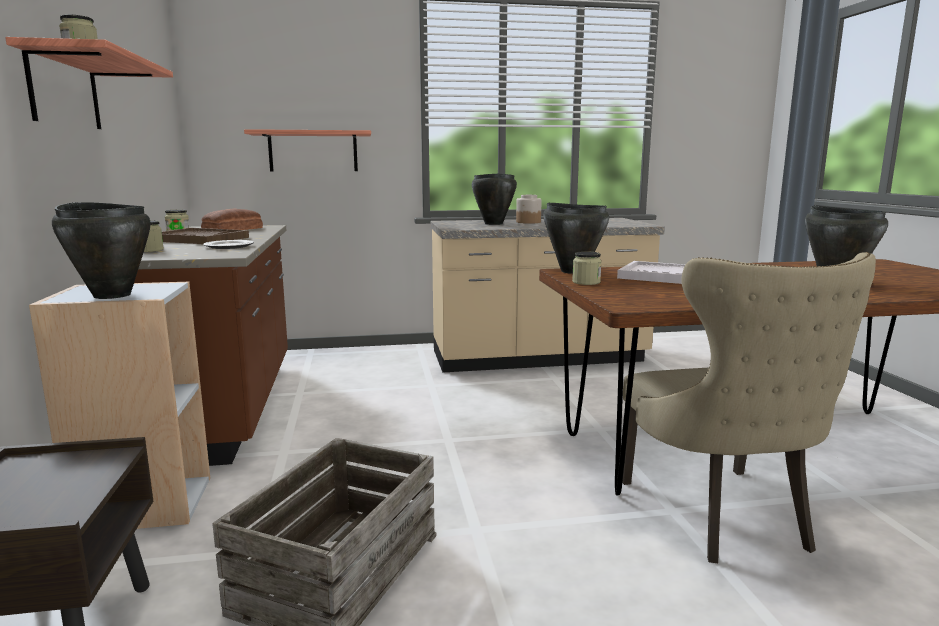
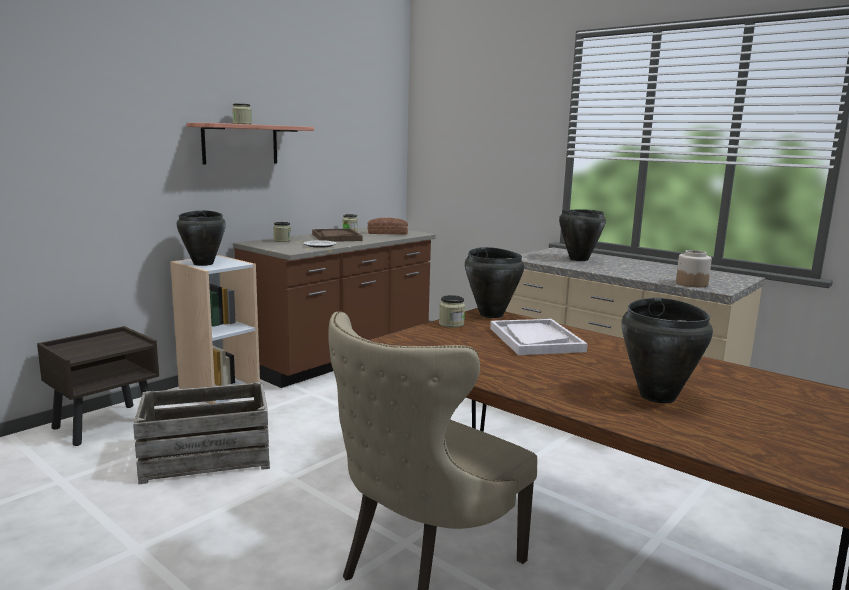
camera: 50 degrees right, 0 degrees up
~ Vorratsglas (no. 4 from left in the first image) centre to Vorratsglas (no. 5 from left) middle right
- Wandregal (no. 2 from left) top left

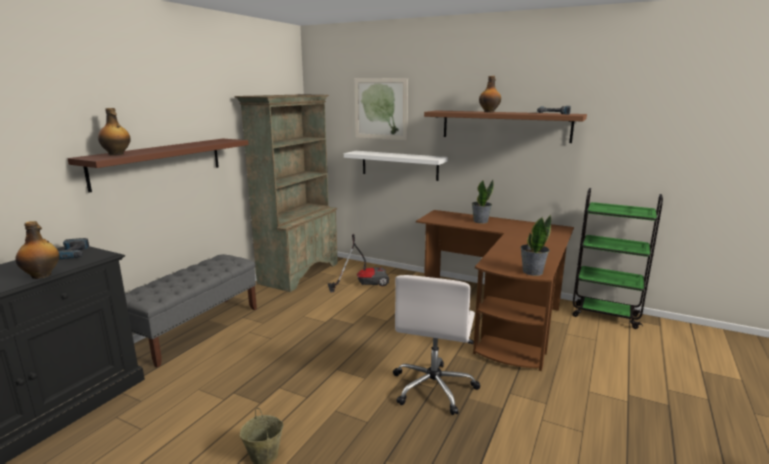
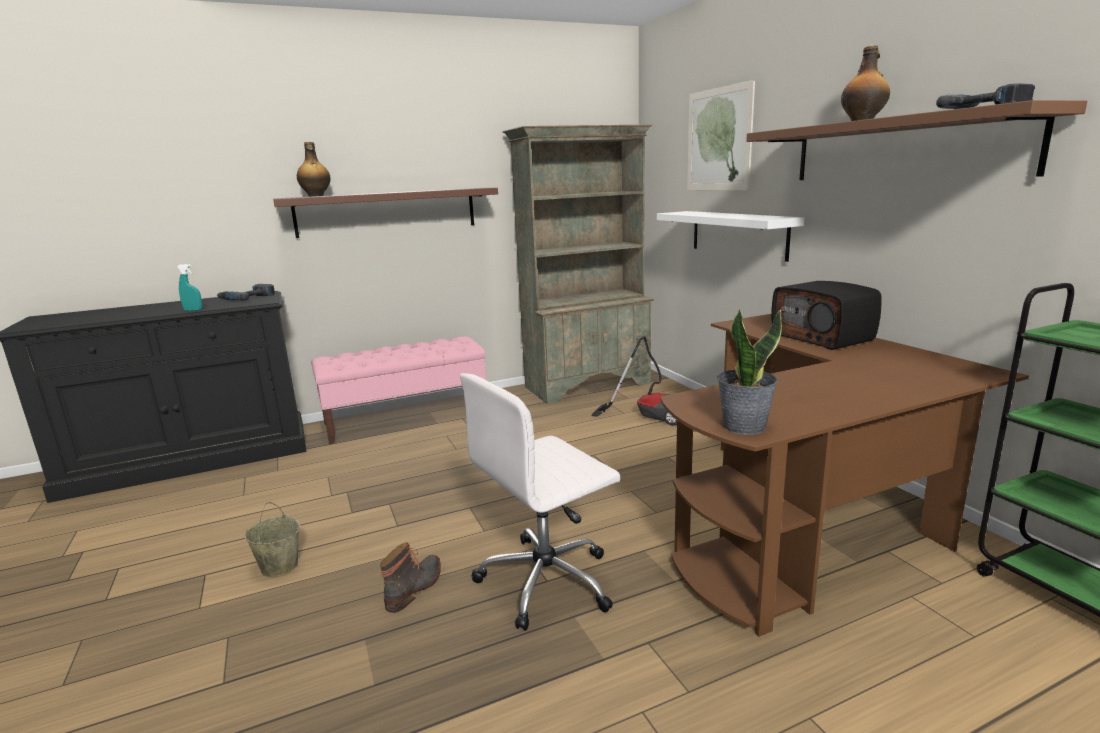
camera: 40 degrees right, 0 degrees up
~ Flasche (no. 1 from left) middle left to Sprühflasche [türkis] middle left
~ Bank [grau] bottom left to Bank [rosa] centre
+ Stiefel bottom centre
~ Topfpflanze (no. 1 from left) centre to Radio middle right

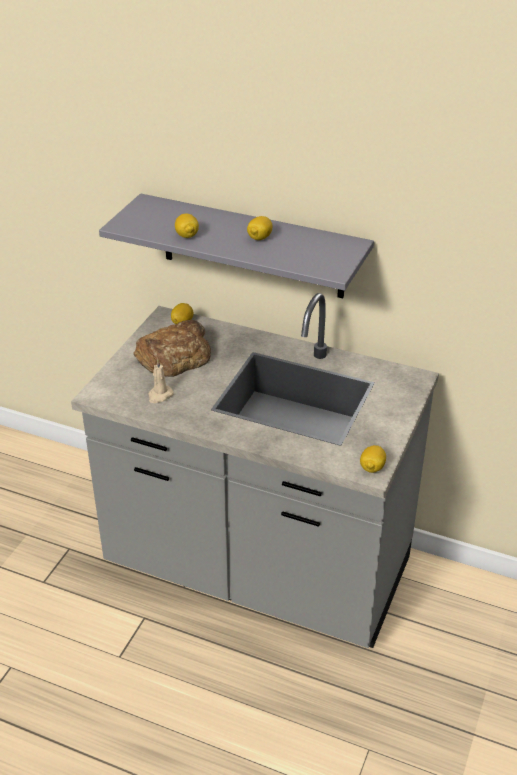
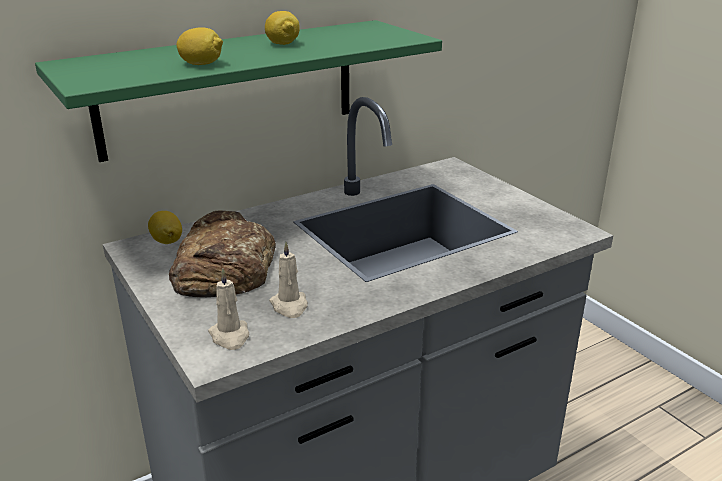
camera: 55 degrees left, 10 degrees down
~ Wandregal [grau] top centre to Wandregal [grün] top left
+ Kerze [beige] (no. 1 from left) middle left
- Zitrone (no. 4 from left) middle right

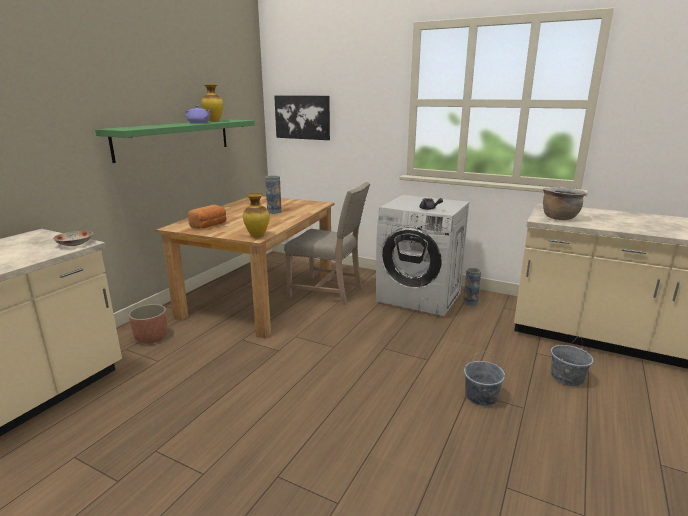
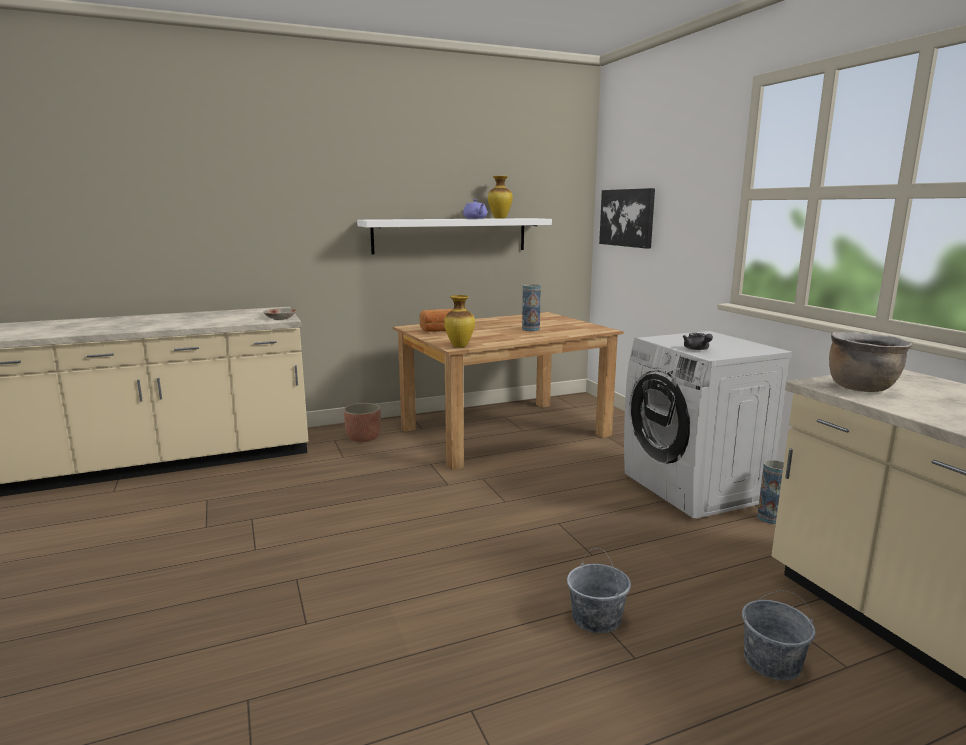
camera: 40 degrees right, 5 degrees down
~ Wandregal [grün] top left to Wandregal [weiß] top centre
- Stuhl [beige] centre

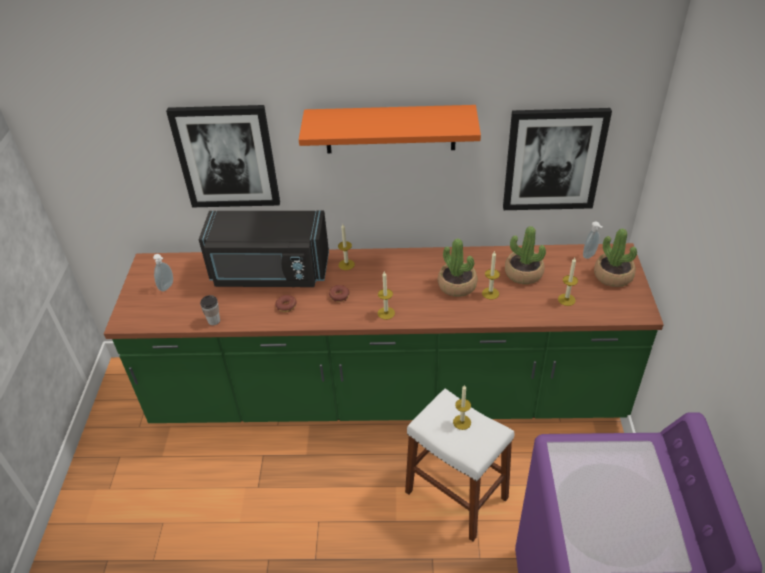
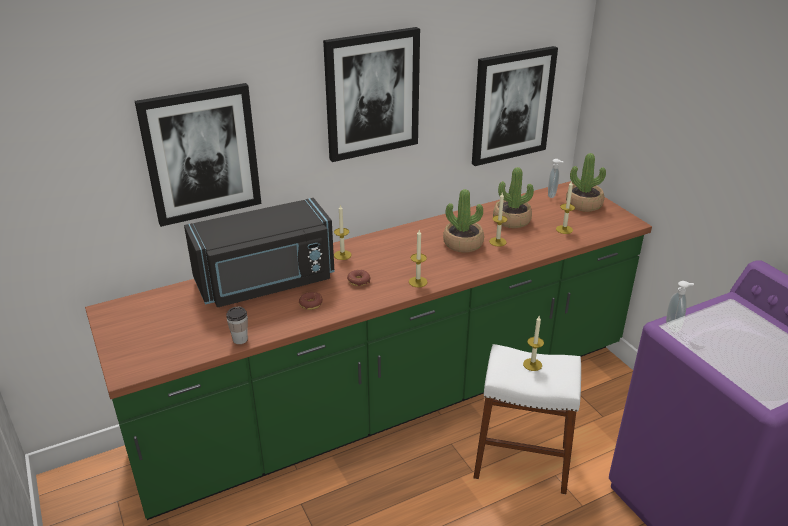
camera: 30 degrees left, 10 degrees down
~ Wandregal [orange] top centre to Bild (no. 2 from left) top centre
~ Seifenspender (no. 1 from left in the first image) middle left to Seifenspender (no. 2 from left) middle right

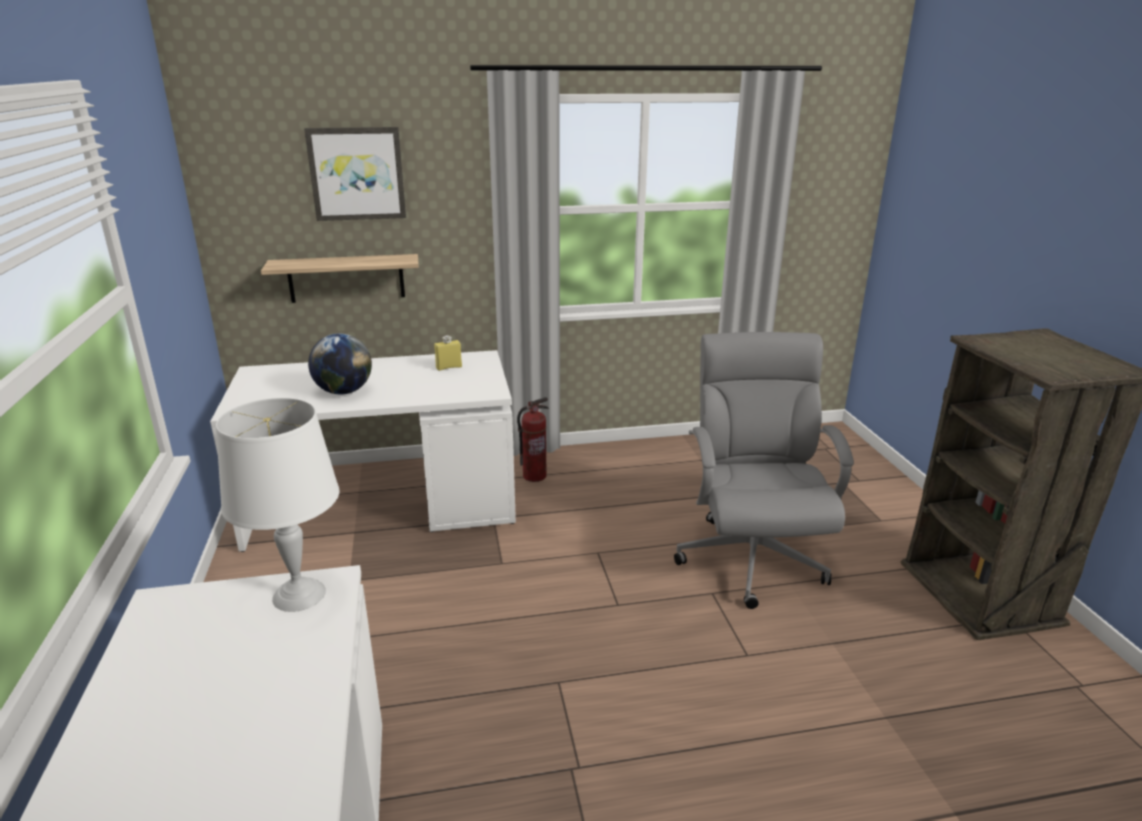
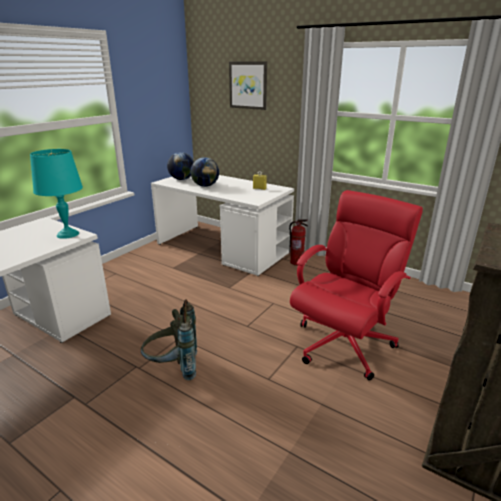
camera: 45 degrees right, 0 degrees up
~ Tischlampe [weiß] middle left to Tischlampe [türkis] middle left
+ Rucksack [grau] bottom centre
+ Globus (no. 1 from left) top centre
~ Bürostuhl [grau] middle right to Bürostuhl [rot] middle right
- Wandregal middle left

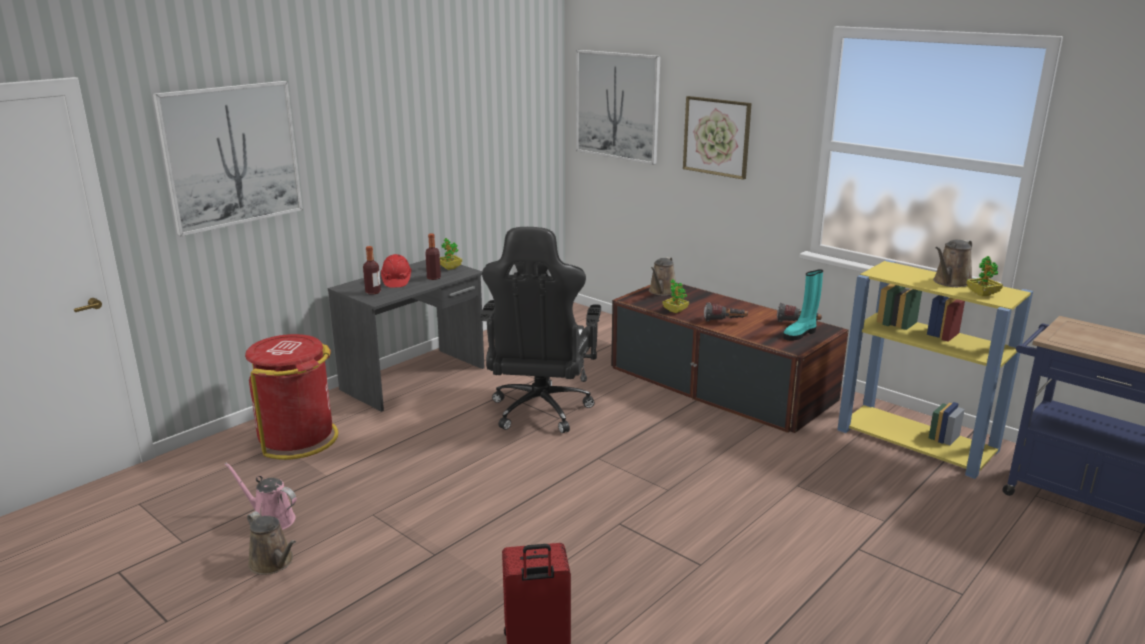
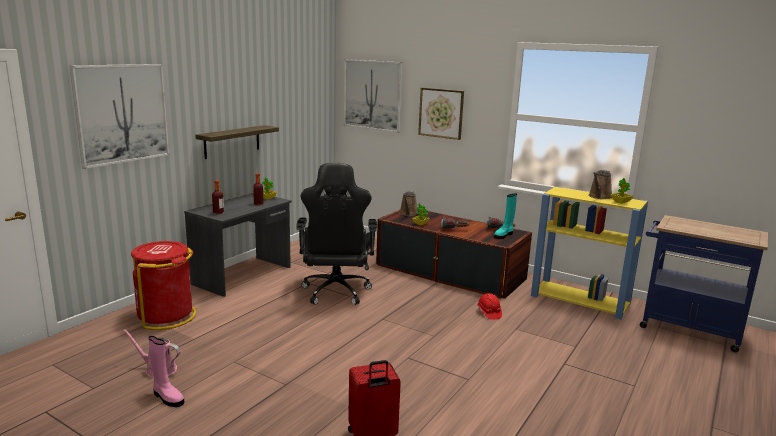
camera: 10 degrees left, 5 degrees down
~ Gießkanne [braun] (no. 1 from left) bottom left to Stiefel [rosa] bottom left
+ Wandregal top left
~ Schutzhelm [rot] centre to bottom centre

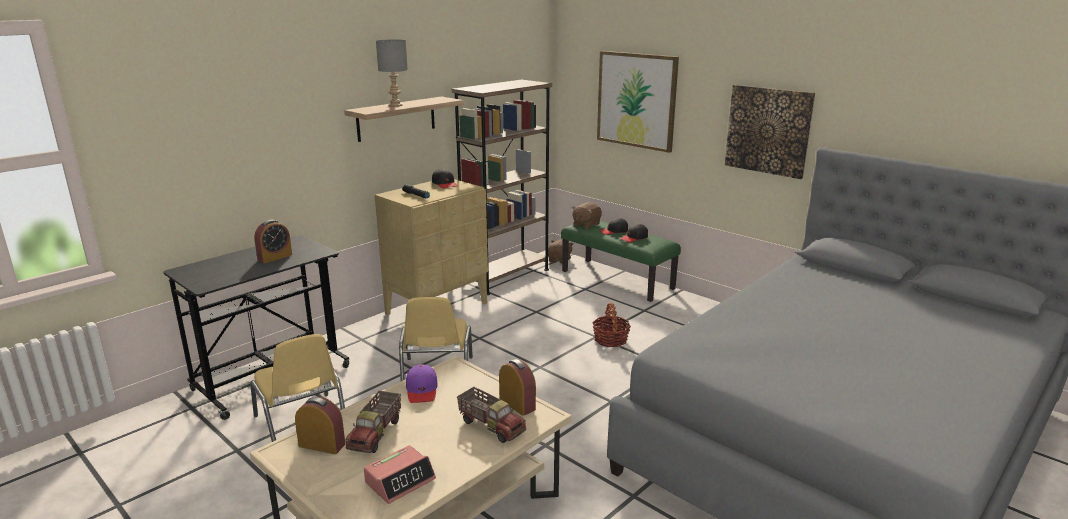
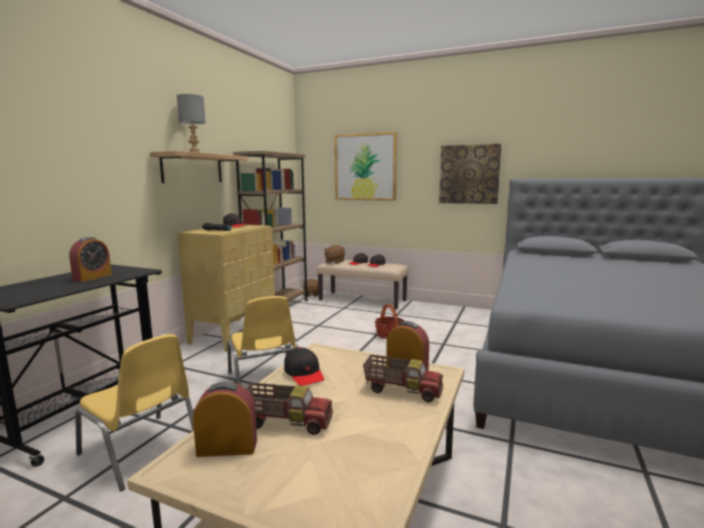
camera: 20 degrees left, 10 degrees down
~ Spielzeuglaster (no. 1 from left) bottom centre = bottom centre 75 degrees counterclockwise
~ Kappe [lila] bottom centre to Kappe [schwarz] (no. 2 from left) bottom centre
~ Bank [grün] centre to Bank [beige] centre
- Wecker (no. 3 from left) bottom centre

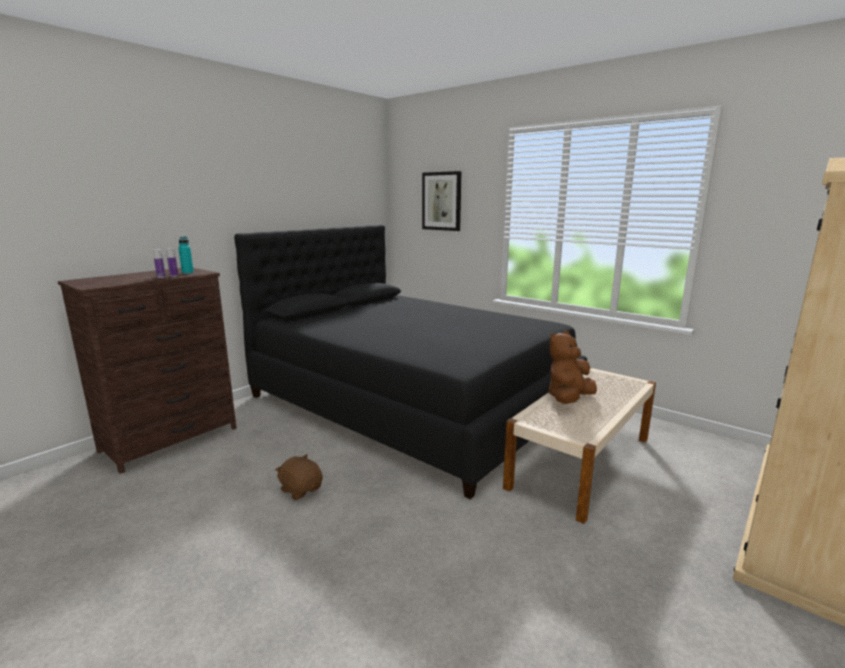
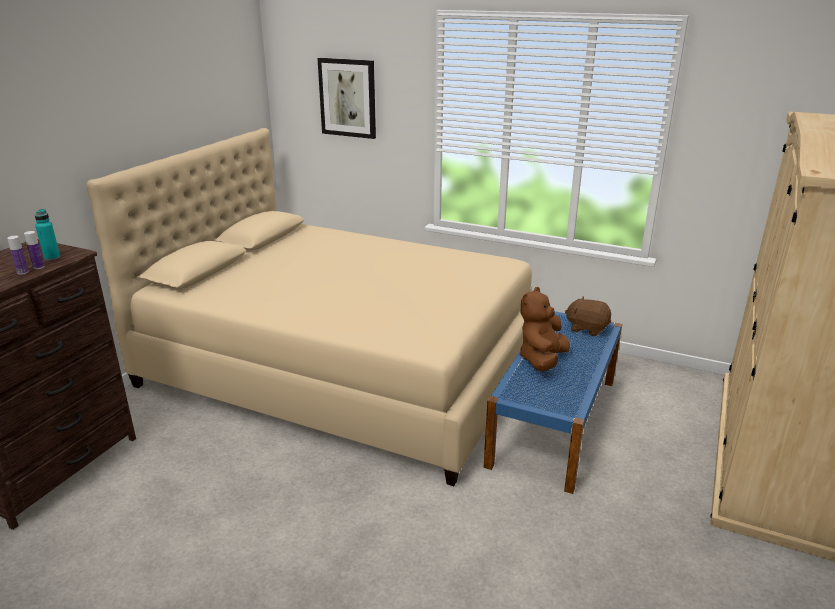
camera: 15 degrees left, 10 degrees up
~ Bett [schwarz] centre to Bett [beige] centre
~ Bank [beige] middle right to Bank [blau] centre
~ Plüschtier [braun] (no. 1 from left in the first image) bottom centre to Plüschtier [braun] (no. 2 from left) middle right

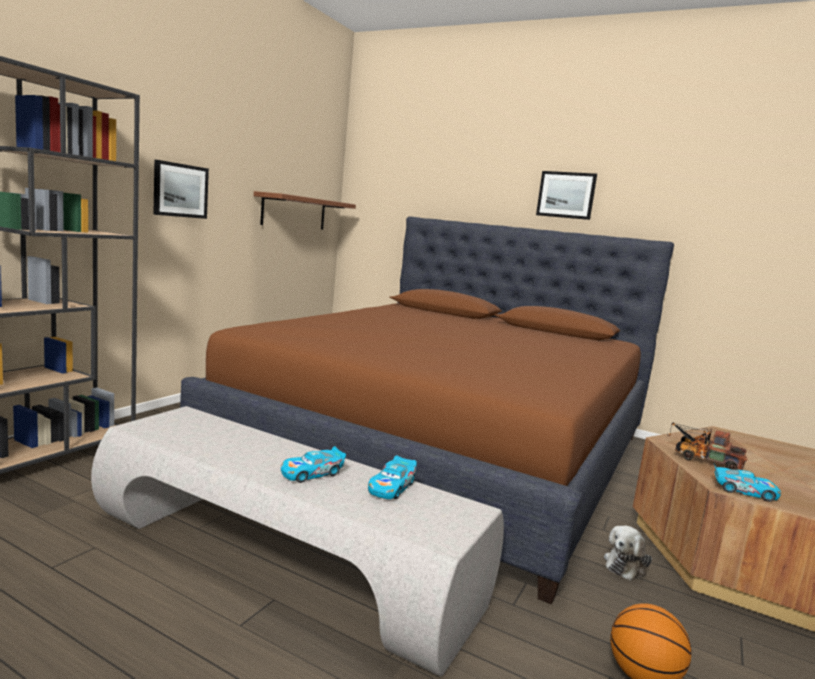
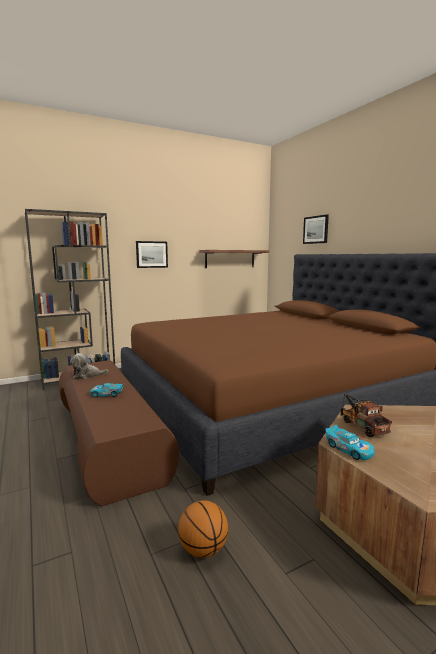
camera: 35 degrees right, 0 degrees up
~ Bank [grau] bottom centre to Bank [braun] middle left
~ Plüschtier bottom right to middle left
~ Bild (no. 2 from left) top right to middle right
- Spielzeugauto (no. 2 from left) bottom centre

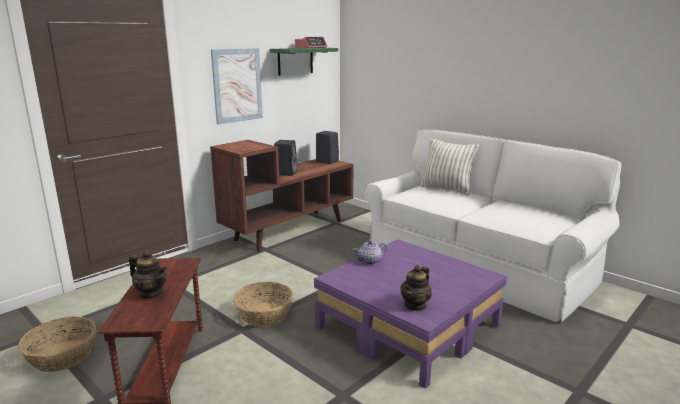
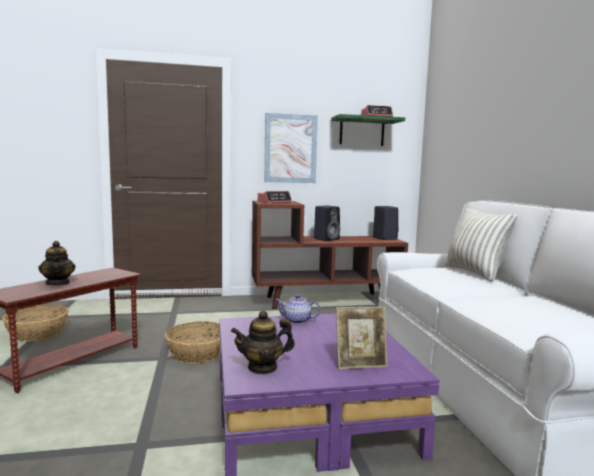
camera: 35 degrees right, 10 degrees down
+ Wecker (no. 1 from left) centre
+ Bilderrahmen bottom centre

